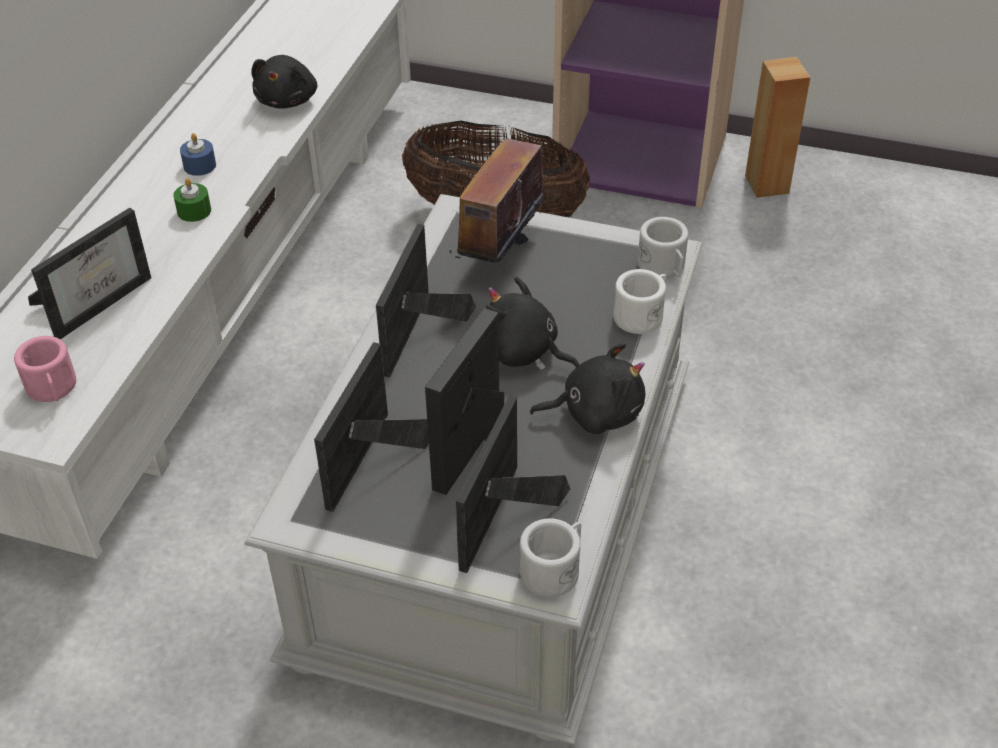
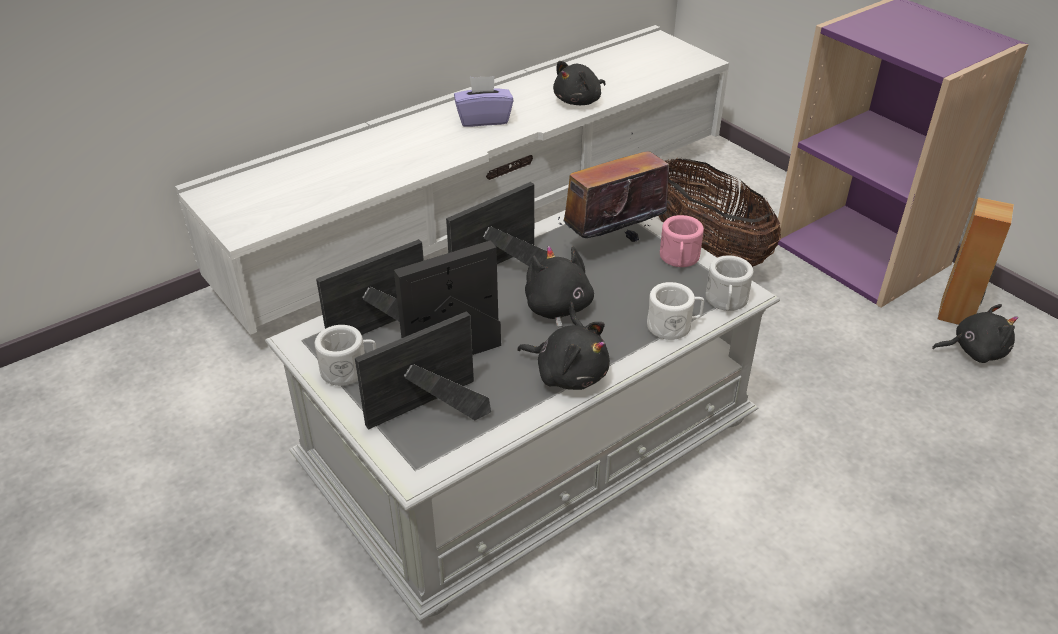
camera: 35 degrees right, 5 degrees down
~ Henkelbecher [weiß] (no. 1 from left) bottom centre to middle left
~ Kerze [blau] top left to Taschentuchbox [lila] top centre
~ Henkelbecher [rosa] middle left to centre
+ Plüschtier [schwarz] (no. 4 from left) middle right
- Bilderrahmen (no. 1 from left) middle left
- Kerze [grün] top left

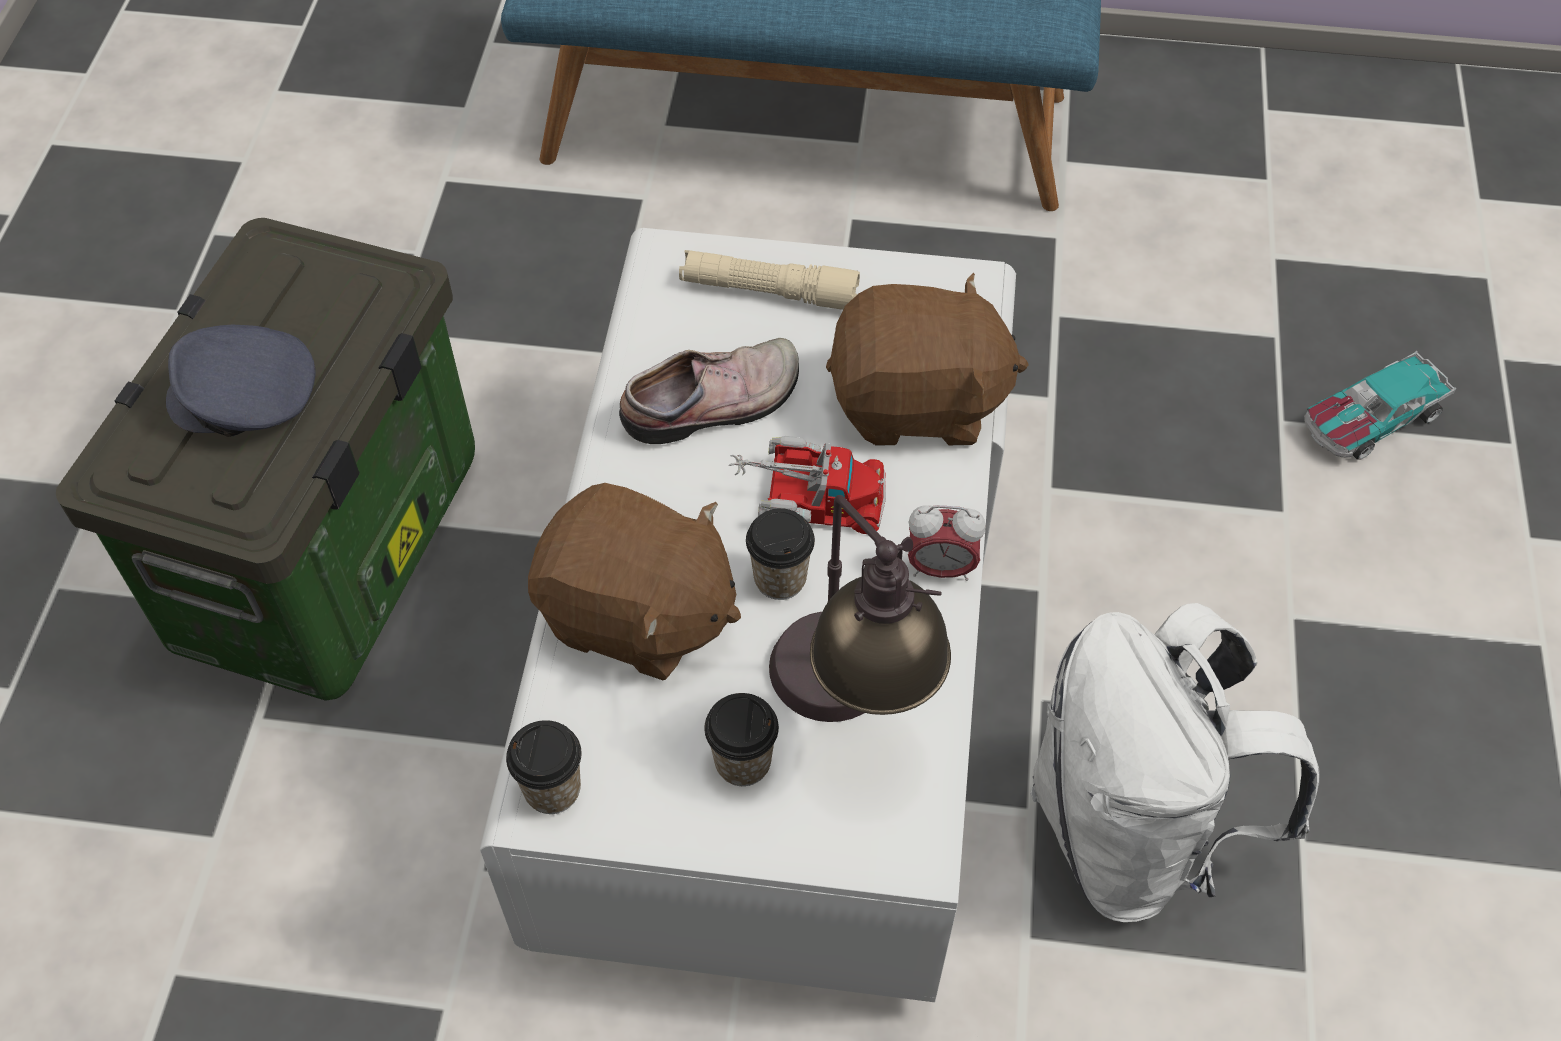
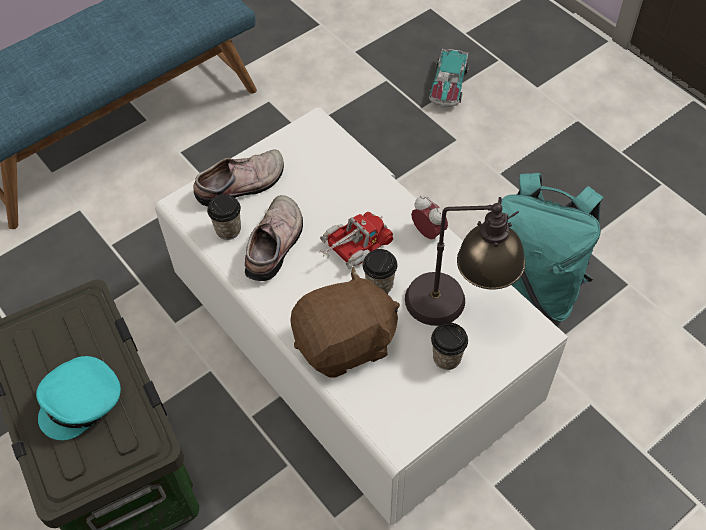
camera: 45 degrees left, 0 degrees up
~ Kappe [grau] middle left to Kappe [türkis] bottom left
~ Taschenlampe [beige] top centre to Schuh (no. 1 from left) centre
~ Tasse (no. 1 from left) bottom centre to middle left
~ Wecker centre = centre 90 degrees counterclockwise
~ Rucksack [weiß] bottom right to Rucksack [türkis] middle right
- Plüschtier [braun] (no. 2 from left) centre

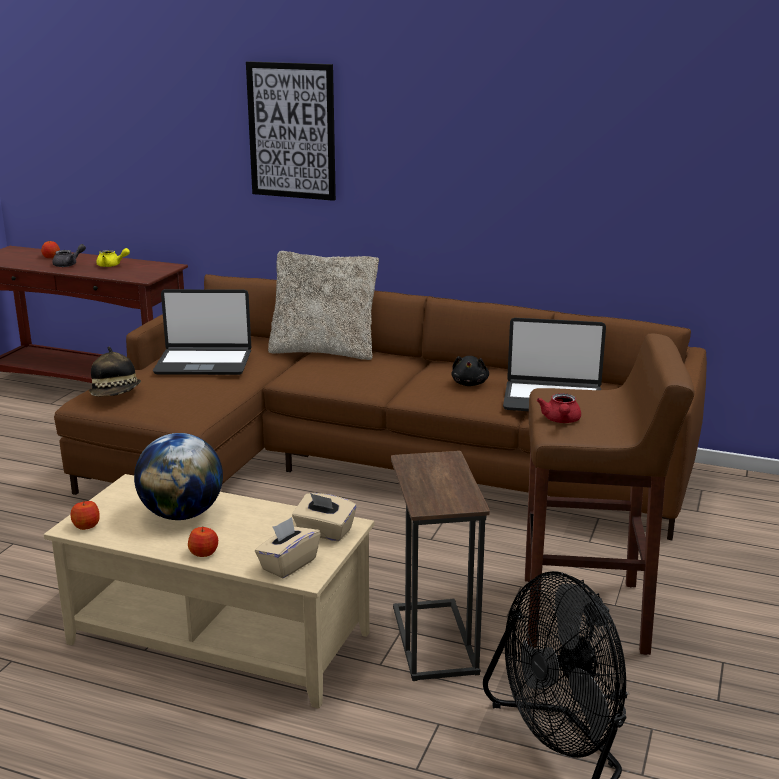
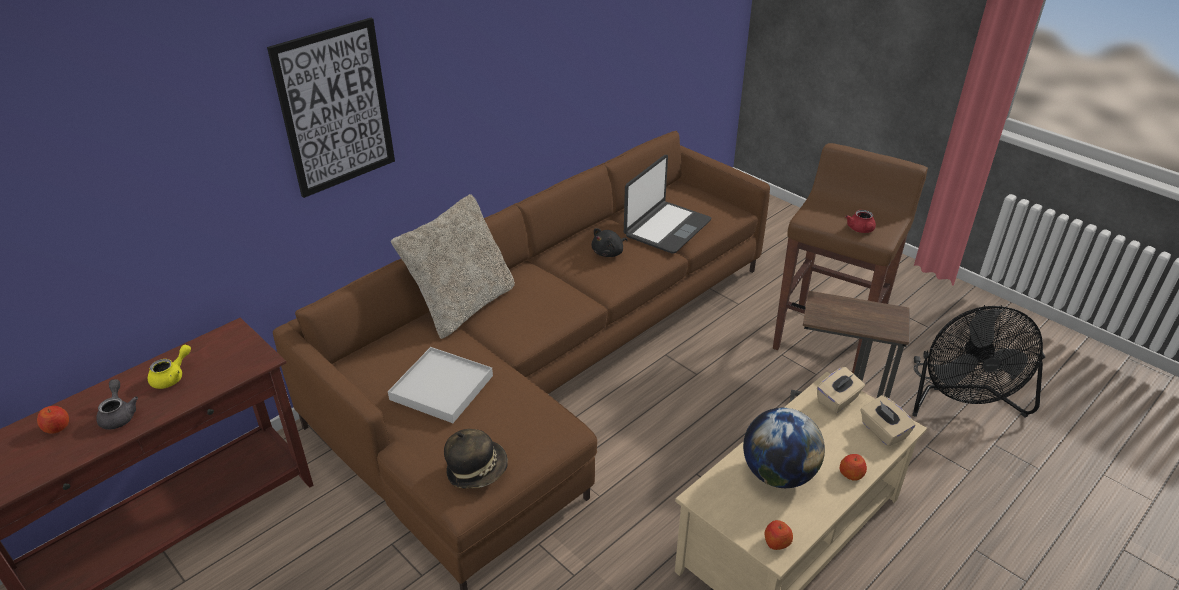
camera: 65 degrees left, 15 degrees up
~ Laptop (no. 1 from left) middle left to Tablett [weiß] centre
~ Plüschtier [schwarz] centre = centre 105 degrees clockwise
~ Teekanne [rot] middle right = middle right 60 degrees clockwise

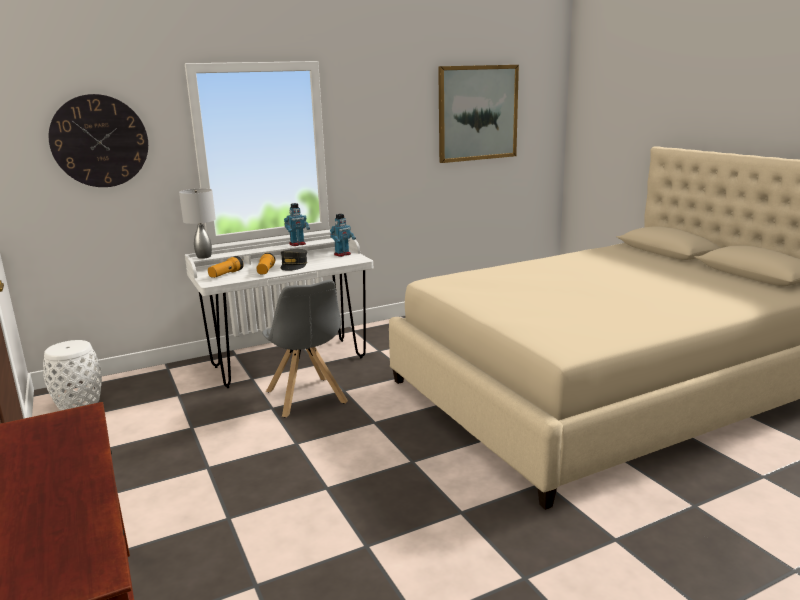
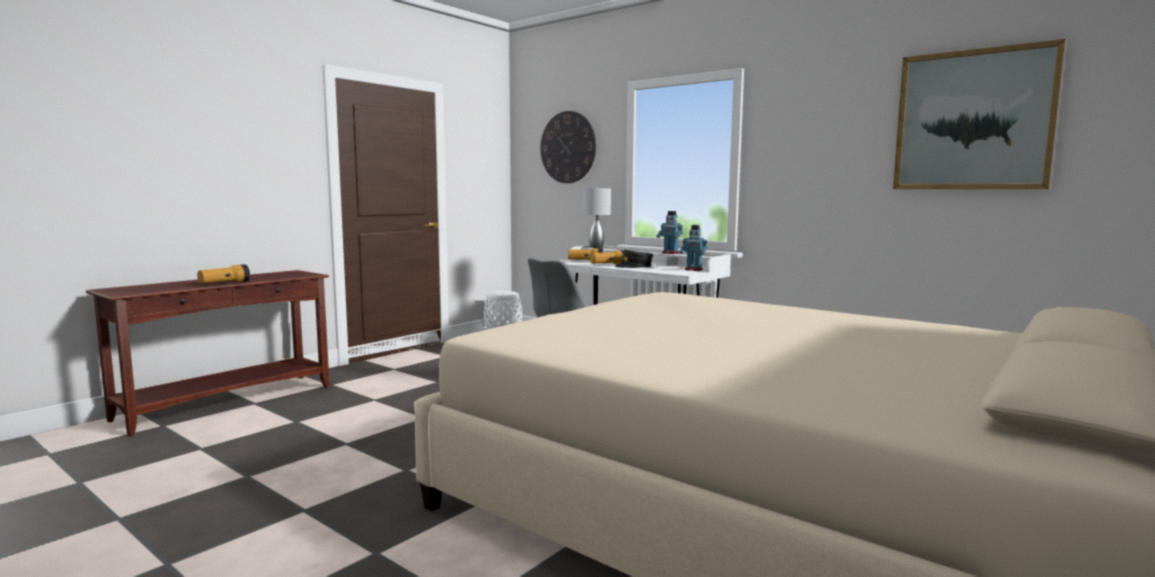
camera: 65 degrees right, 10 degrees down
+ Taschenlampe (no. 1 from left) middle left

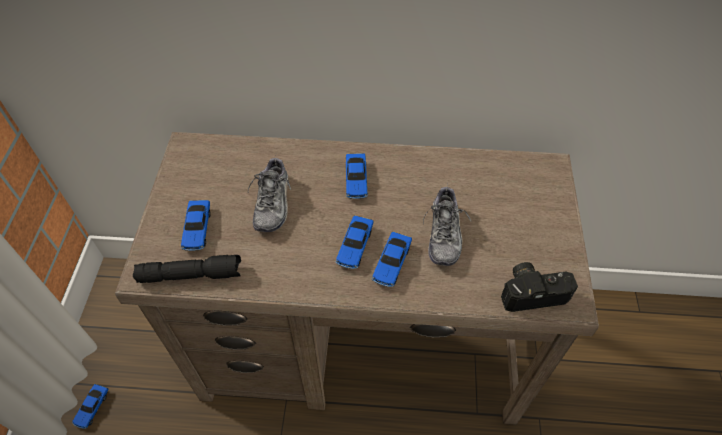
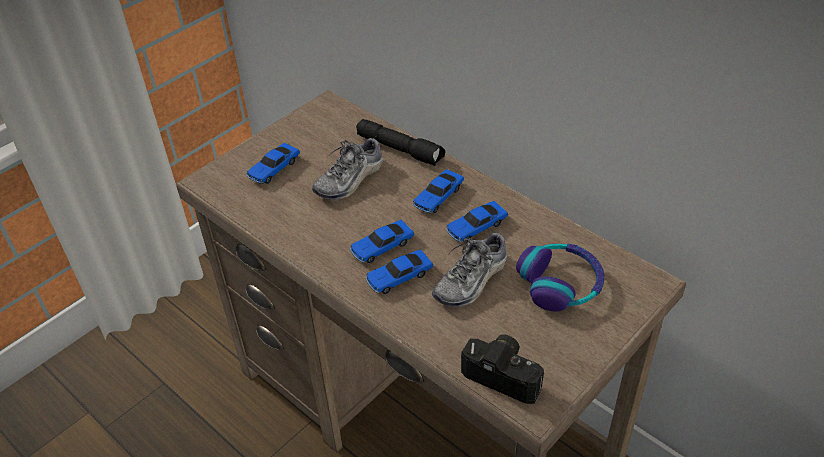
camera: 40 degrees right, 10 degrees down
~ Taschenlampe [schwarz] middle left to top centre
~ Spielzeugauto (no. 1 from left in the first image) bottom left to Spielzeugauto (no. 5 from left) centre
+ Kopfhörer middle right

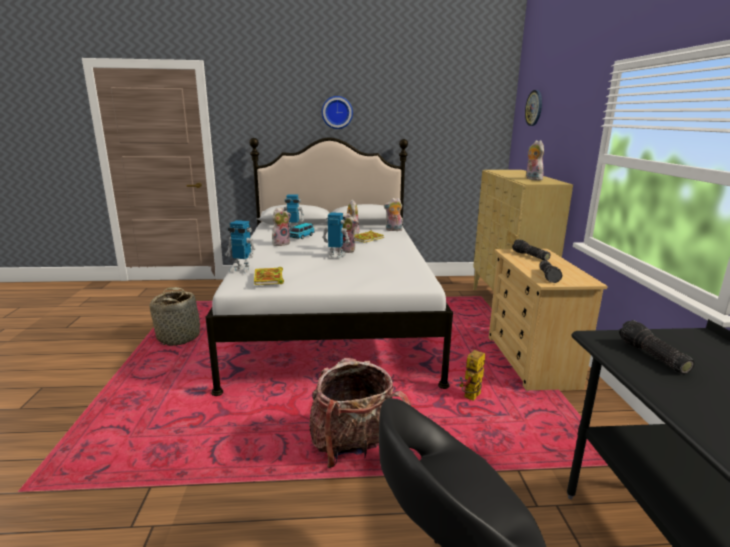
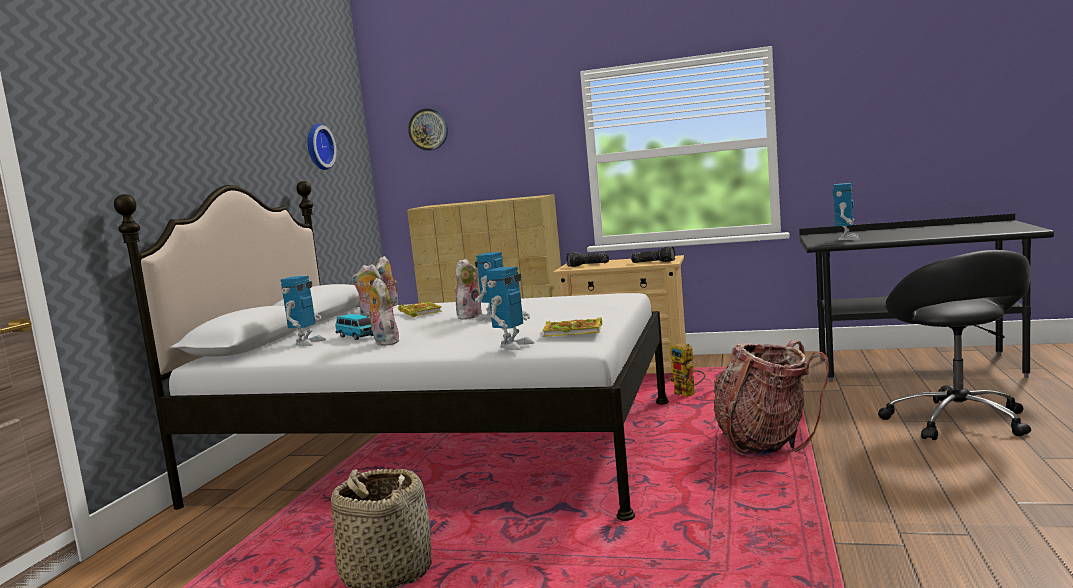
camera: 70 degrees left, 10 degrees down
~ Wanduhr (no. 1 from left) top centre to top left
~ Taschenlampe (no. 3 from left) middle right to Spielzeugroboter (no. 5 from left) middle right
- Plüschtier (no. 5 from left) top right

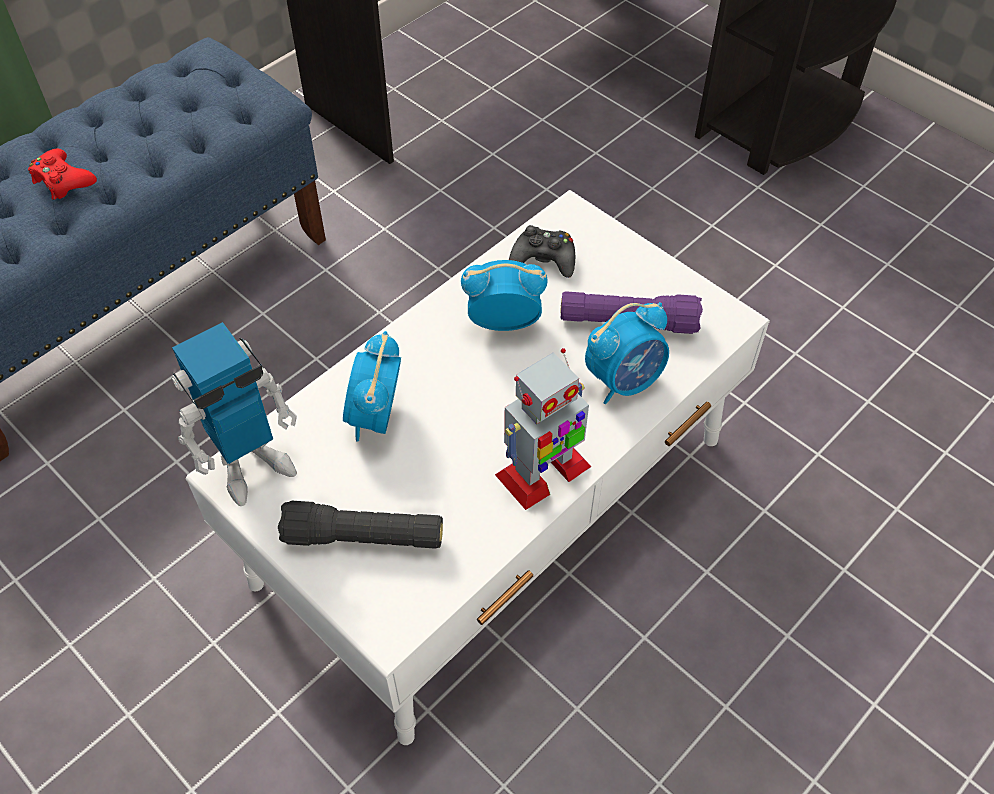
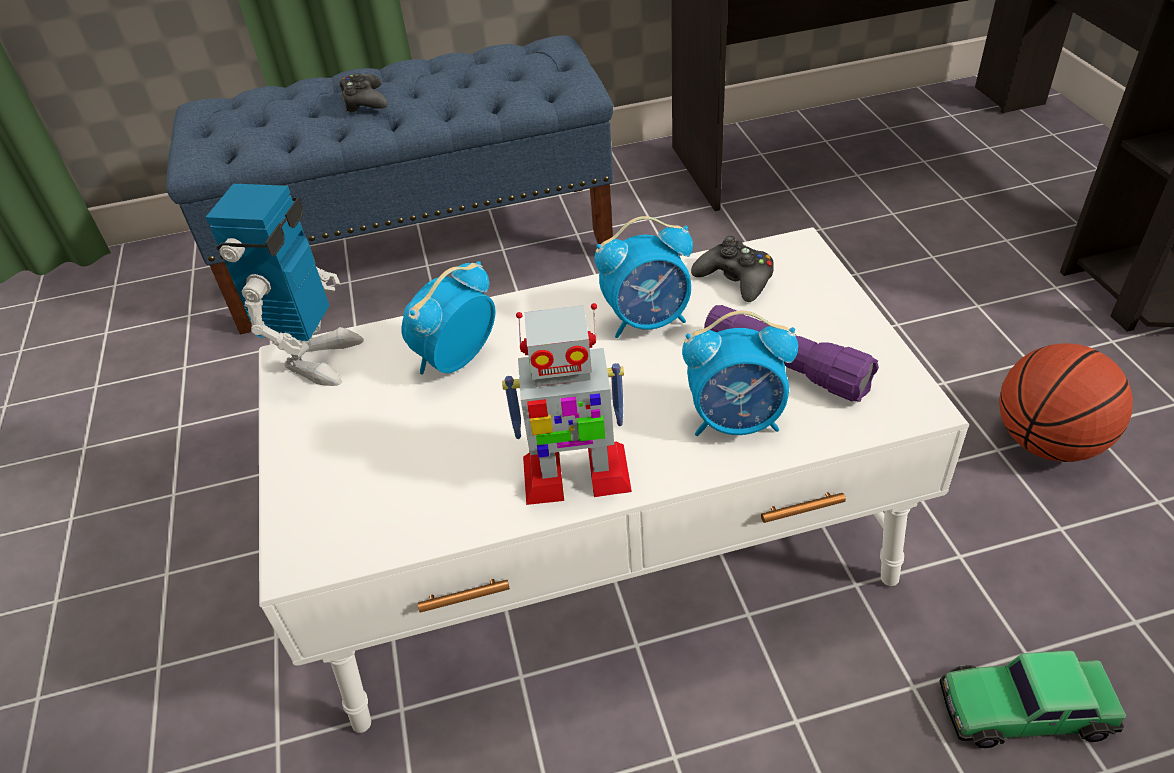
camera: 35 degrees right, 10 degrees down
~ Spielzeugroboter (no. 1 from left) middle left = middle left 75 degrees counterclockwise
~ Gamepad [rot] top left to Gamepad [schwarz] (no. 1 from left) top left
~ Wecker (no. 2 from left) centre = centre 135 degrees clockwise
+ Spielzeugauto bottom right
+ Basketball middle right
- Taschenlampe [schwarz] centre

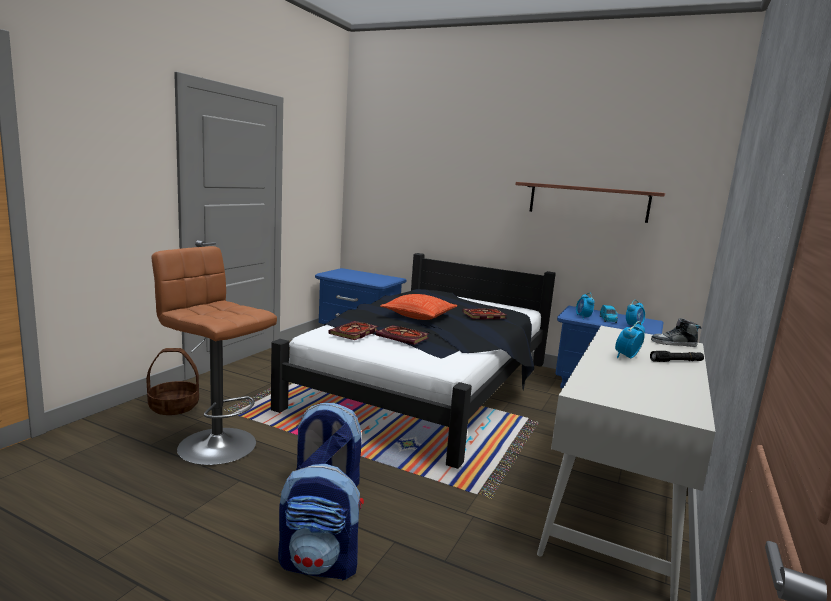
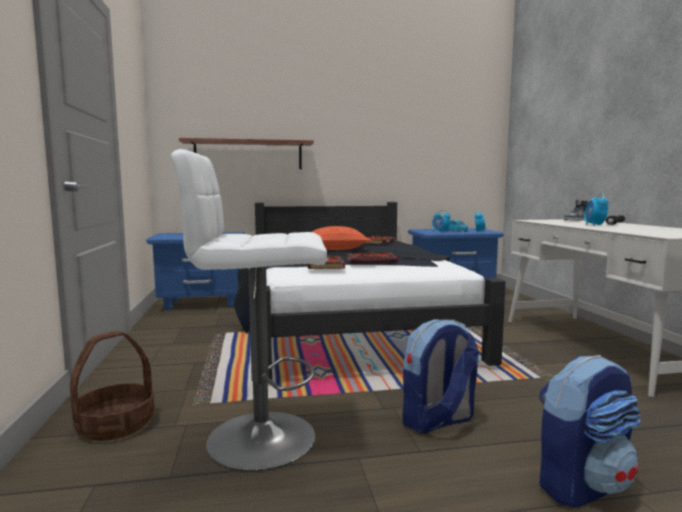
camera: 35 degrees left, 5 degrees down
~ Hocker [braun] middle left to Hocker [weiß] centre
~ Wandregal middle right to top centre

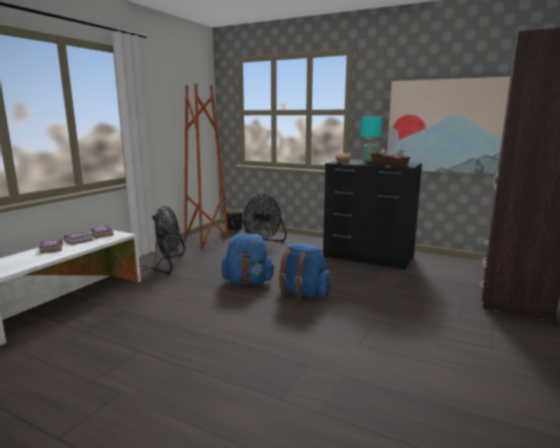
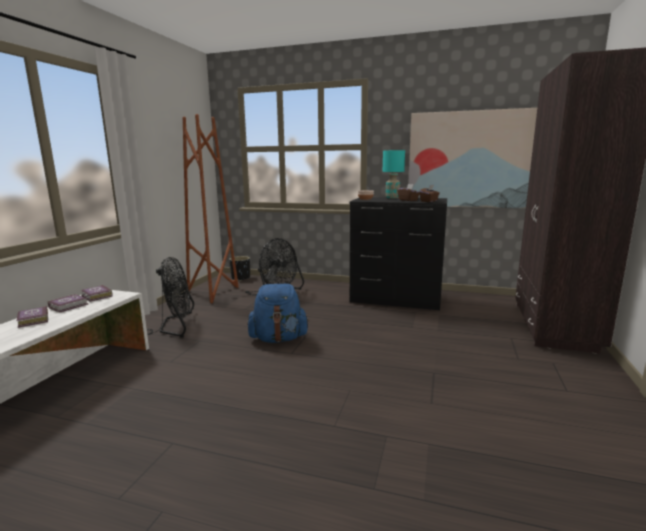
camera: 10 degrees left, 0 degrees up
- Rucksack [blau] (no. 2 from left) centre

